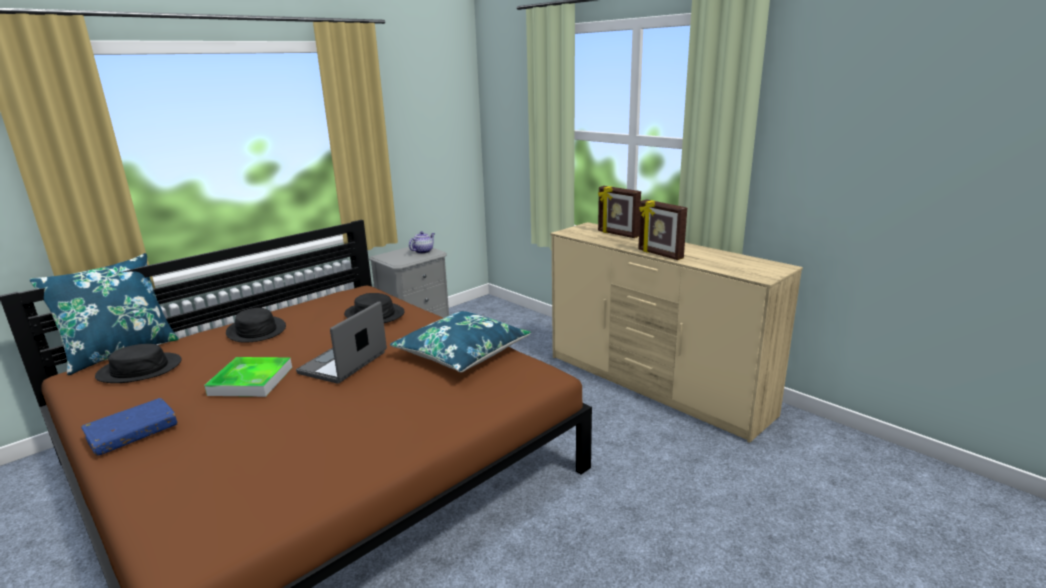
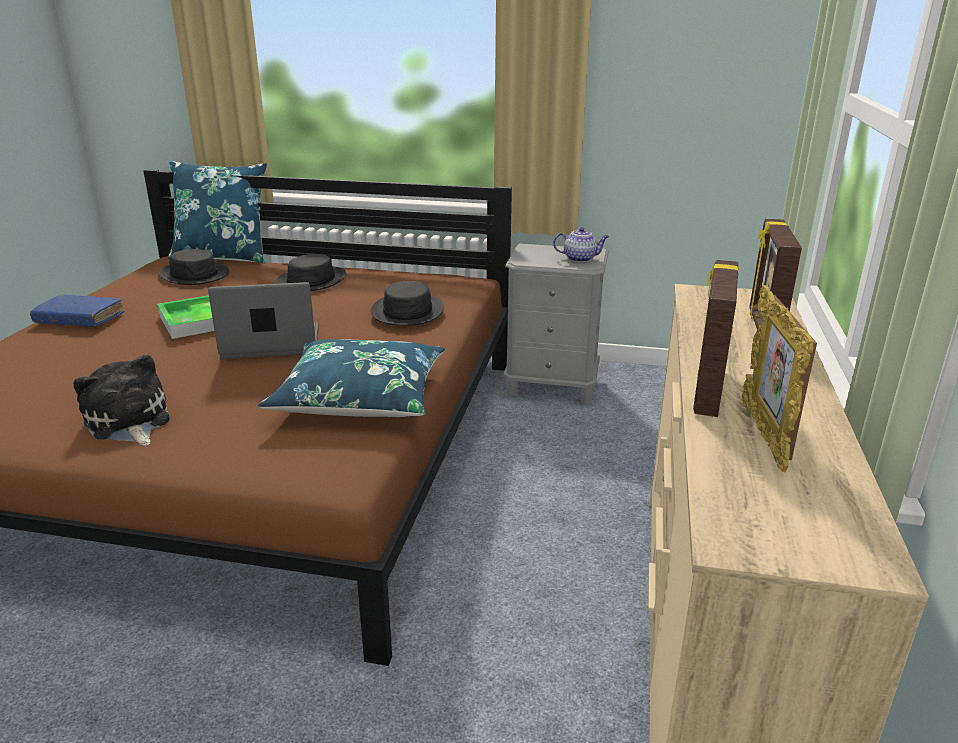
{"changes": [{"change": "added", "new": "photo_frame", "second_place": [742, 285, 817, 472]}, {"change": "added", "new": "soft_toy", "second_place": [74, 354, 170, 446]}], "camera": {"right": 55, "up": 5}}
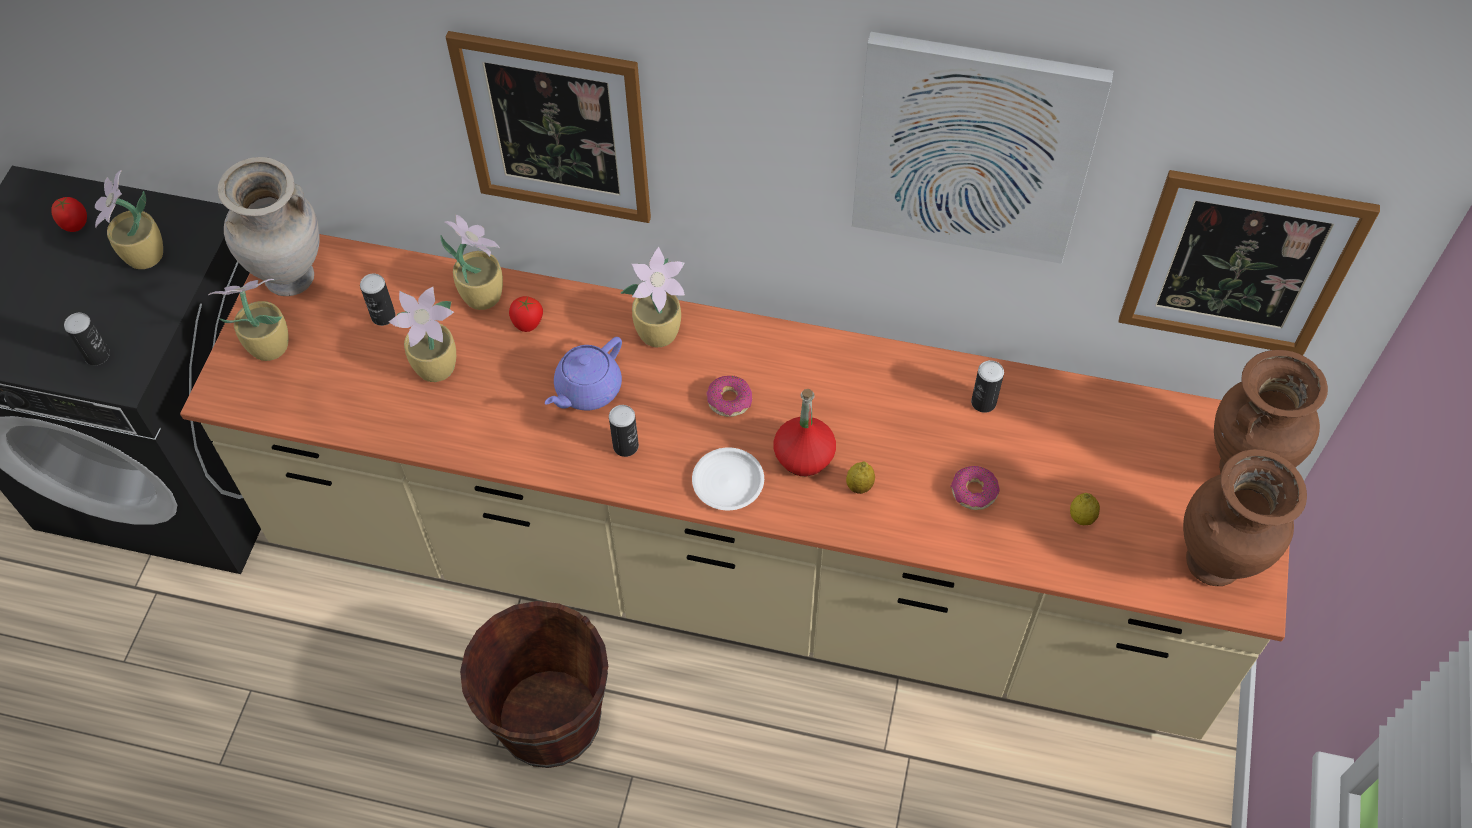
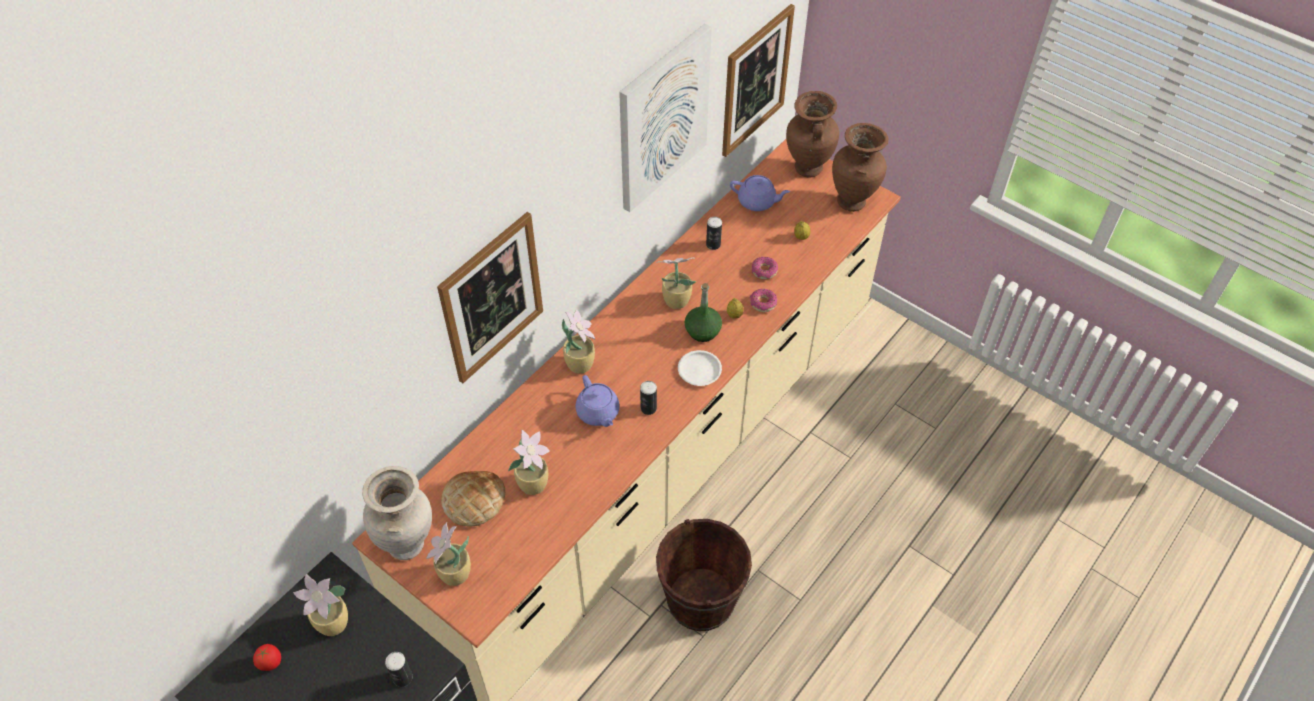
{"changes": [{"change": "moved", "old": "plant_in_a_pot", "first_place": [440, 214, 503, 310], "second_place": [656, 257, 696, 309]}, {"change": "replaced", "old": "metal_can", "new": "baked_bread", "first_place": [360, 273, 395, 326], "second_place": [441, 471, 505, 526]}, {"change": "removed", "old": "whole_tomato", "first_place": [509, 296, 543, 332]}, {"change": "moved", "old": "doughnut", "first_place": [707, 376, 752, 417], "second_place": [750, 288, 777, 312]}, {"change": "recoloured", "old": "red_bottle", "new": "green-coloured_bottle", "first_place": [774, 389, 836, 476], "second_place": [685, 283, 722, 342]}, {"change": "added", "new": "purple-coloured_teapot", "second_place": [730, 175, 790, 211]}], "camera": {"right": -65, "up": -5}}
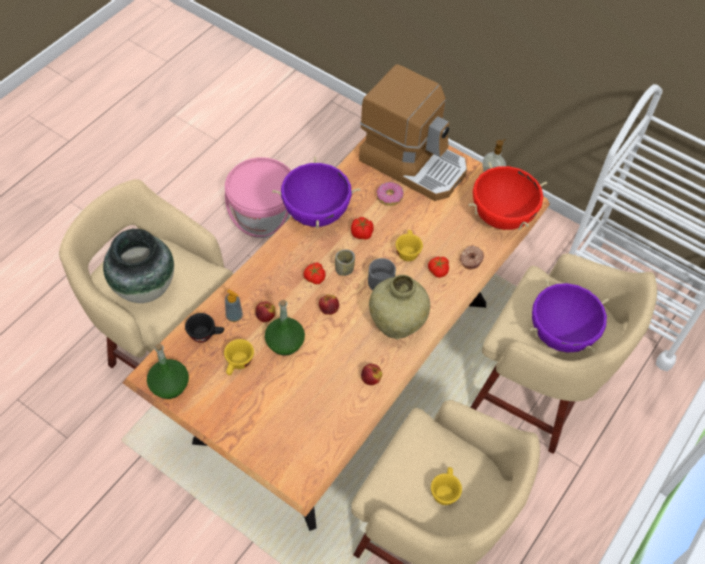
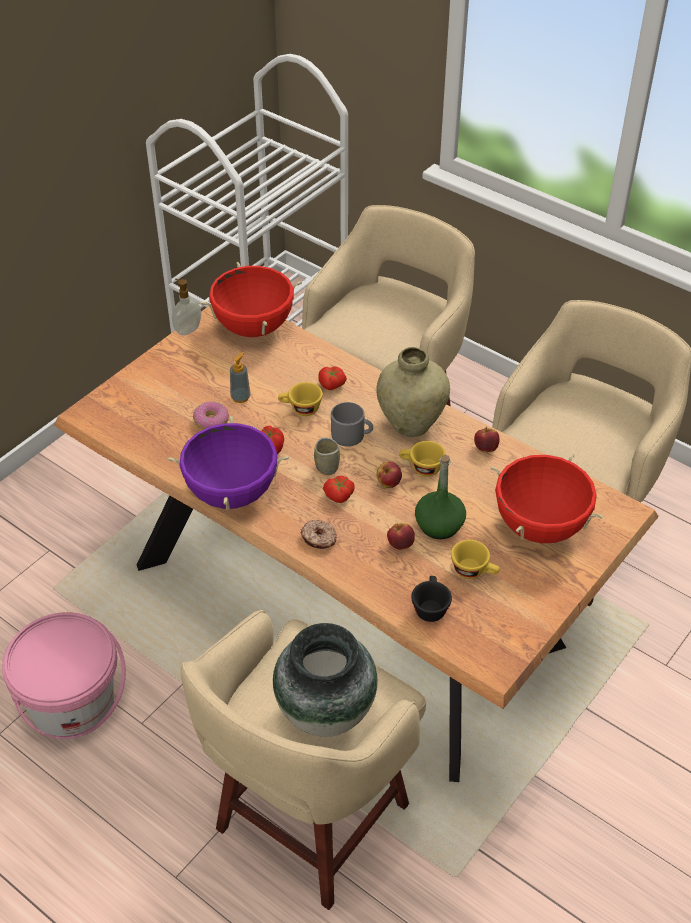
{"changes": [{"change": "removed", "old": "coffee_maker", "first_place": [359, 64, 467, 201]}, {"change": "moved", "old": "doughnut", "first_place": [460, 245, 484, 270], "second_place": [301, 520, 337, 549]}, {"change": "removed", "old": "purple-coloured_saucepot", "first_place": [529, 279, 609, 353]}, {"change": "moved", "old": "soap_dispenser", "first_place": [225, 289, 243, 322], "second_place": [230, 352, 251, 403]}, {"change": "removed", "old": "green-coloured_bottle", "first_place": [147, 344, 189, 399]}, {"change": "moved", "old": "yellow_small_cup", "first_place": [431, 467, 462, 505], "second_place": [399, 441, 446, 477]}, {"change": "added", "new": "red_saucepot", "second_place": [490, 454, 604, 543]}], "camera": {"right": -85, "up": -10}}
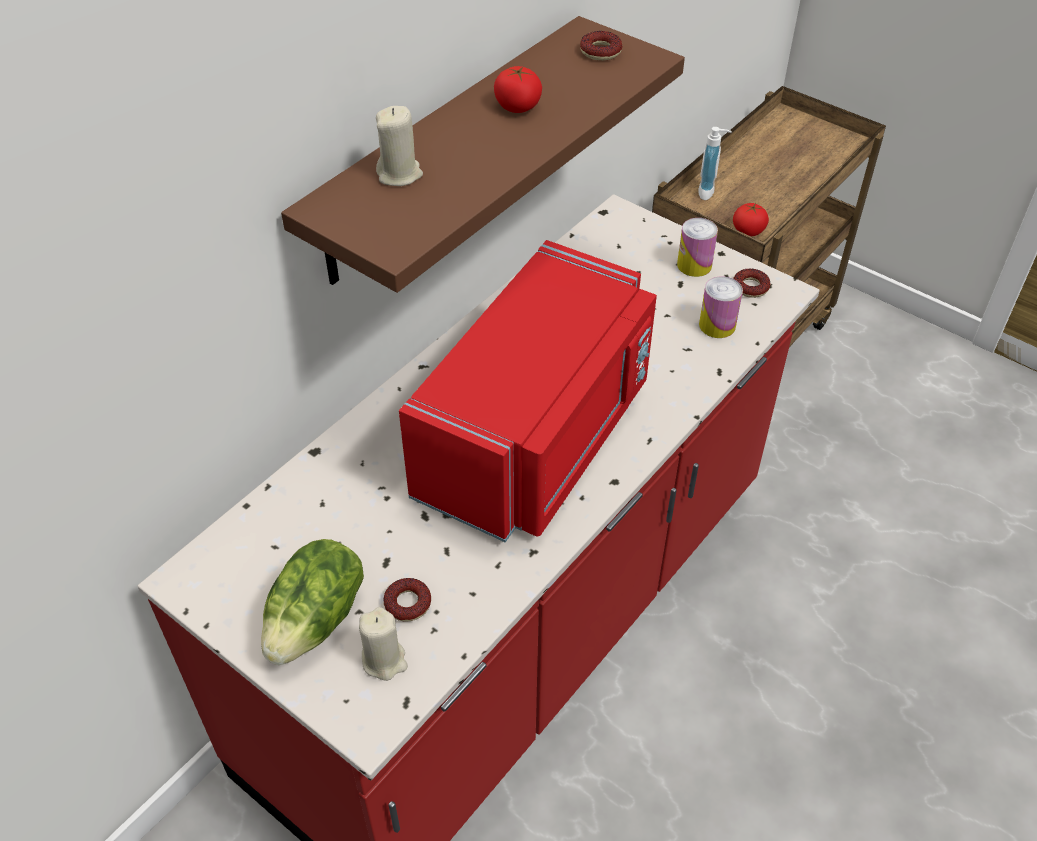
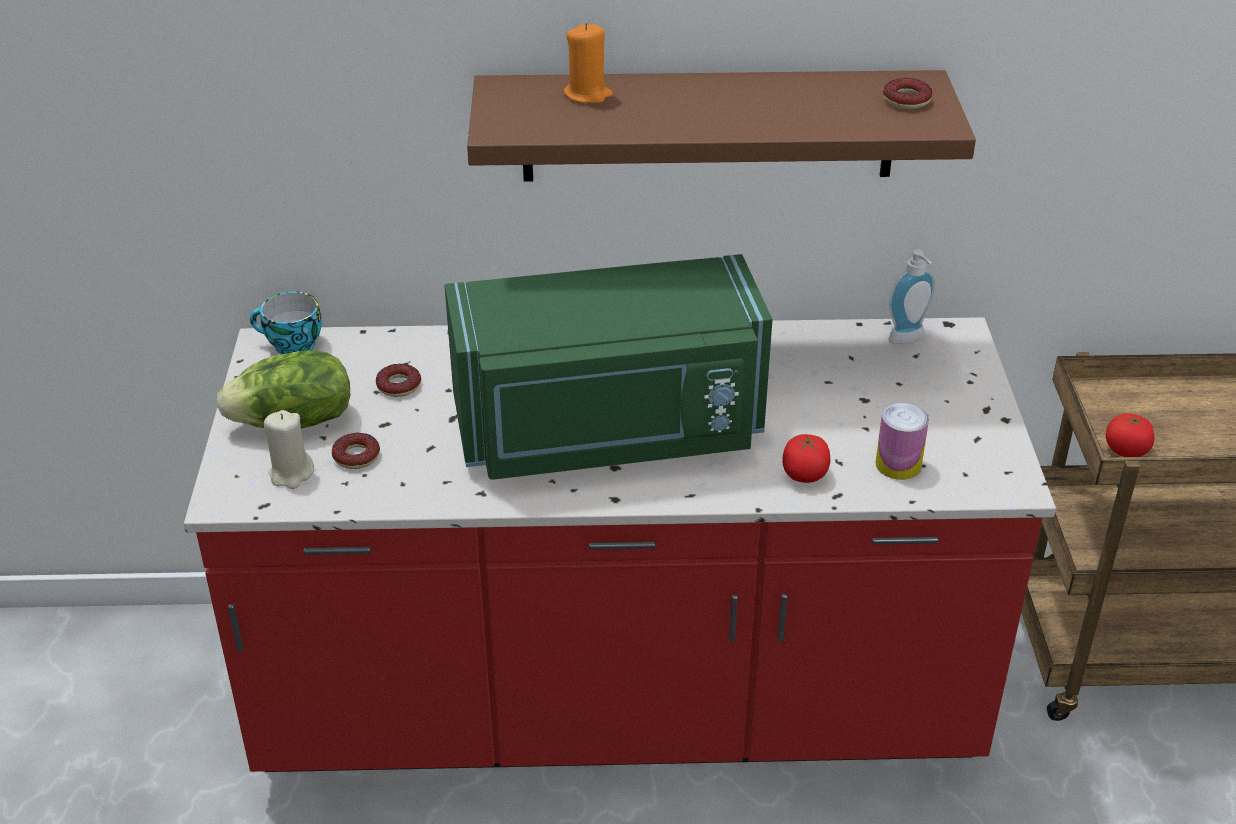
{"changes": [{"change": "moved", "old": "whole_tomato", "first_place": [494, 66, 542, 113], "second_place": [782, 434, 830, 483]}, {"change": "recoloured", "old": "beige_wax_candle", "new": "orangey_wax_candle", "first_place": [376, 106, 423, 186], "second_place": [564, 23, 613, 104]}, {"change": "moved", "old": "soap_dispenser", "first_place": [698, 127, 732, 200], "second_place": [888, 249, 935, 344]}, {"change": "removed", "old": "metal_can", "first_place": [677, 218, 718, 277]}, {"change": "recoloured", "old": "red_kitchen_microwave", "new": "green-coloured_kitchen_microwave", "first_place": [399, 240, 657, 542], "second_place": [444, 254, 773, 480]}, {"change": "moved", "old": "doughnut", "first_place": [733, 268, 770, 298], "second_place": [376, 364, 421, 397]}, {"change": "added", "new": "small_cup", "second_place": [250, 291, 322, 354]}], "camera": {"right": 50, "up": -10}}
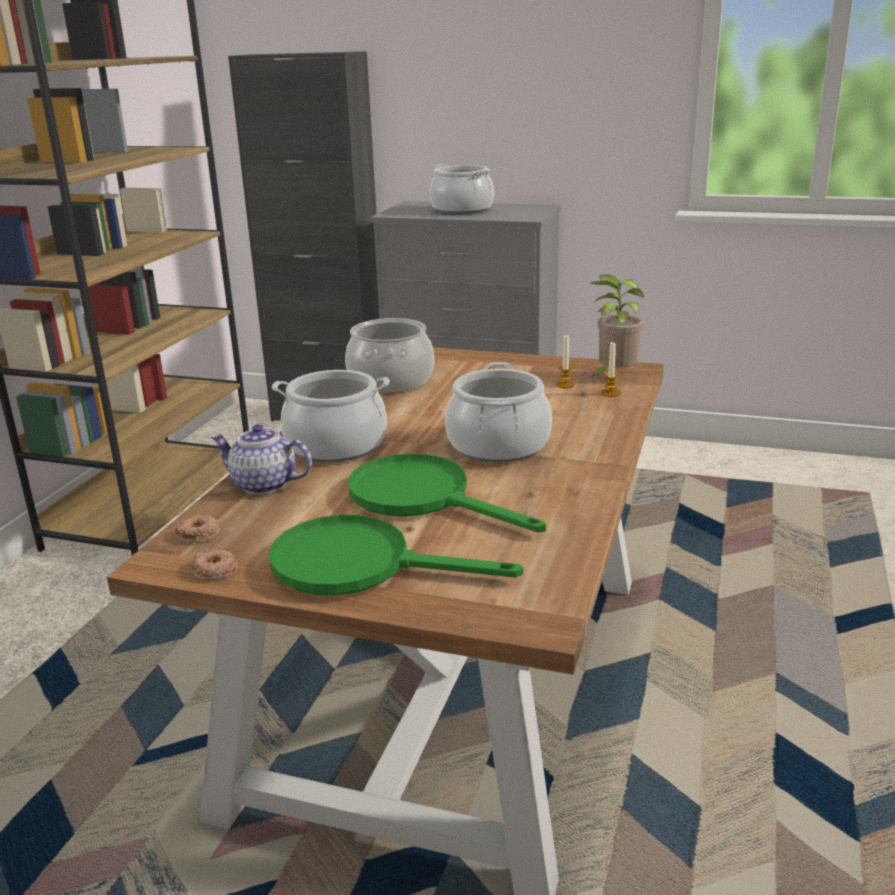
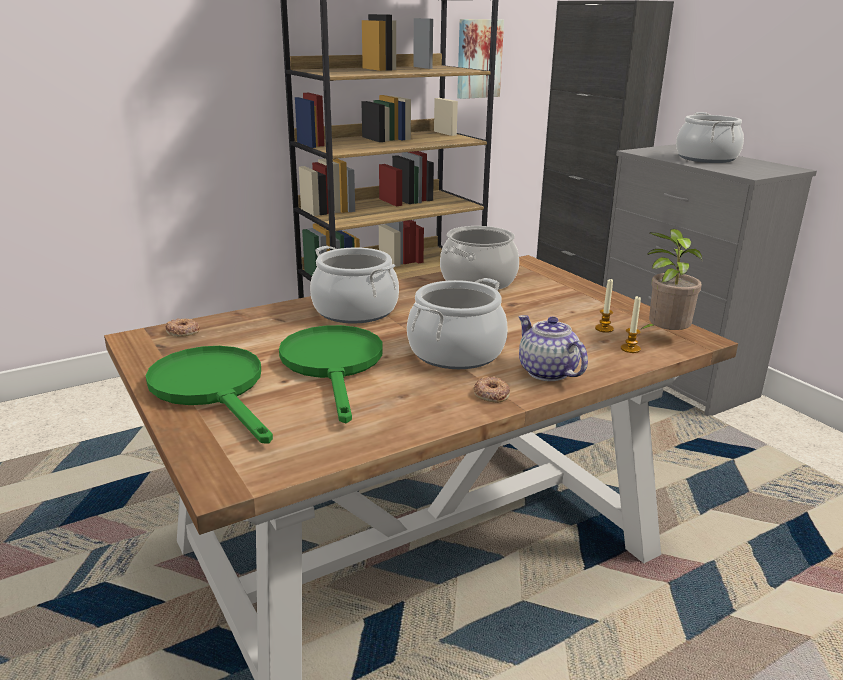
{"changes": [{"change": "moved", "old": "teapot", "first_place": [210, 424, 312, 495], "second_place": [518, 315, 588, 381]}, {"change": "moved", "old": "doughnut", "first_place": [192, 548, 237, 580], "second_place": [473, 376, 510, 403]}, {"change": "added", "new": "wall_picture", "second_place": [457, 19, 504, 99]}], "camera": {"right": 40, "up": 0}}
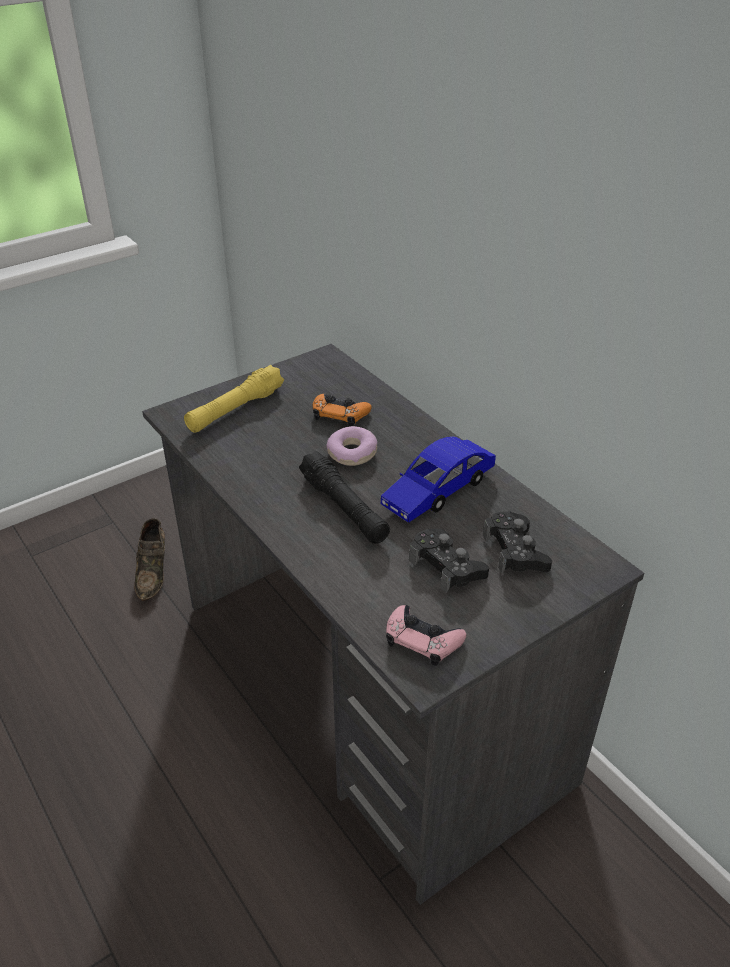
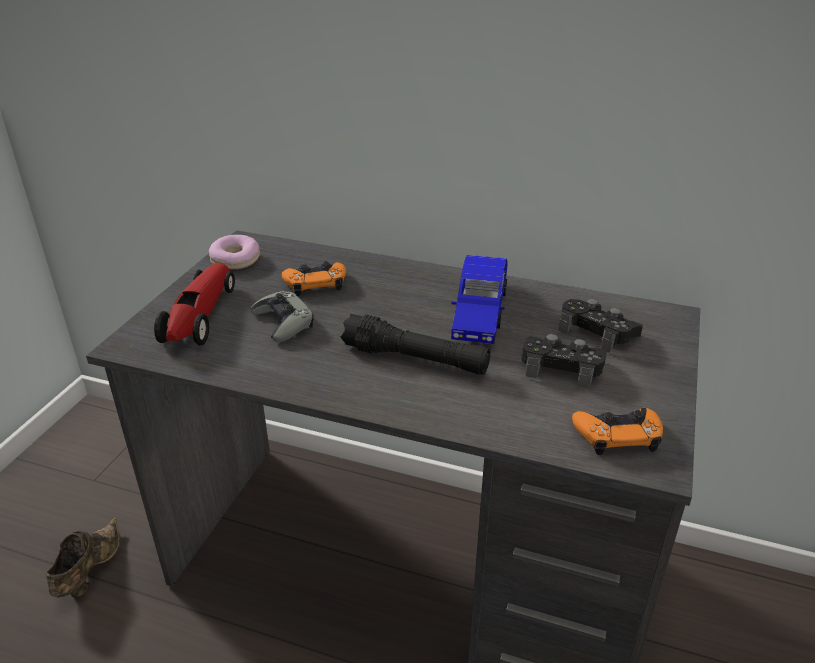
{"changes": [{"change": "replaced", "old": "yellow_hand_torch", "new": "miniature_car", "first_place": [184, 365, 284, 433], "second_place": [154, 263, 235, 345]}, {"change": "moved", "old": "doughnut", "first_place": [326, 426, 377, 466], "second_place": [209, 235, 260, 269]}, {"change": "turned", "old": "brown-coloured_shoe", "first_place": [134, 518, 165, 601], "second_place": [45, 518, 120, 598], "degrees": -135}, {"change": "recoloured", "old": "pink-coloured_game_controller", "new": "orangey_game_controller", "first_place": [386, 605, 466, 666], "second_place": [572, 408, 663, 455]}, {"change": "added", "new": "grey_game_controller", "second_place": [250, 291, 313, 342]}], "camera": {"right": -35, "up": -5}}
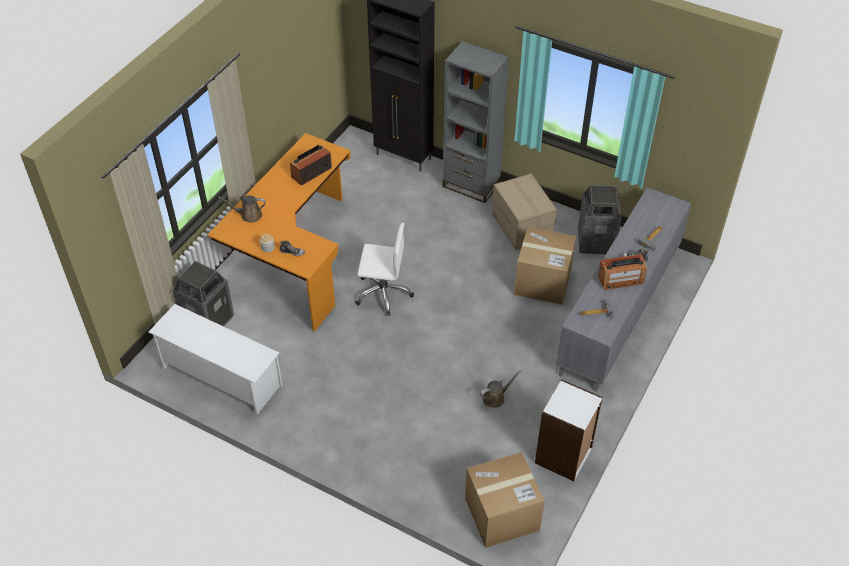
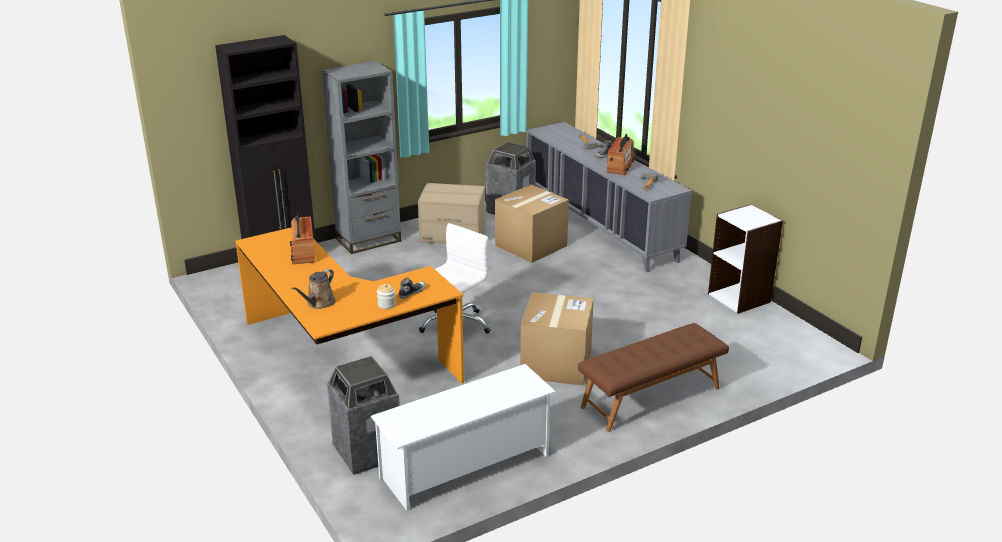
{"changes": [{"change": "removed", "old": "brown-coloured_sprinkling_can", "first_place": [480, 370, 522, 408]}, {"change": "moved", "old": "cardboard_box", "first_place": [465, 452, 545, 548], "second_place": [520, 292, 594, 386]}, {"change": "added", "new": "brown-coloured_long_seat", "second_place": [578, 323, 729, 432]}], "camera": {"right": -60, "up": -20}}
